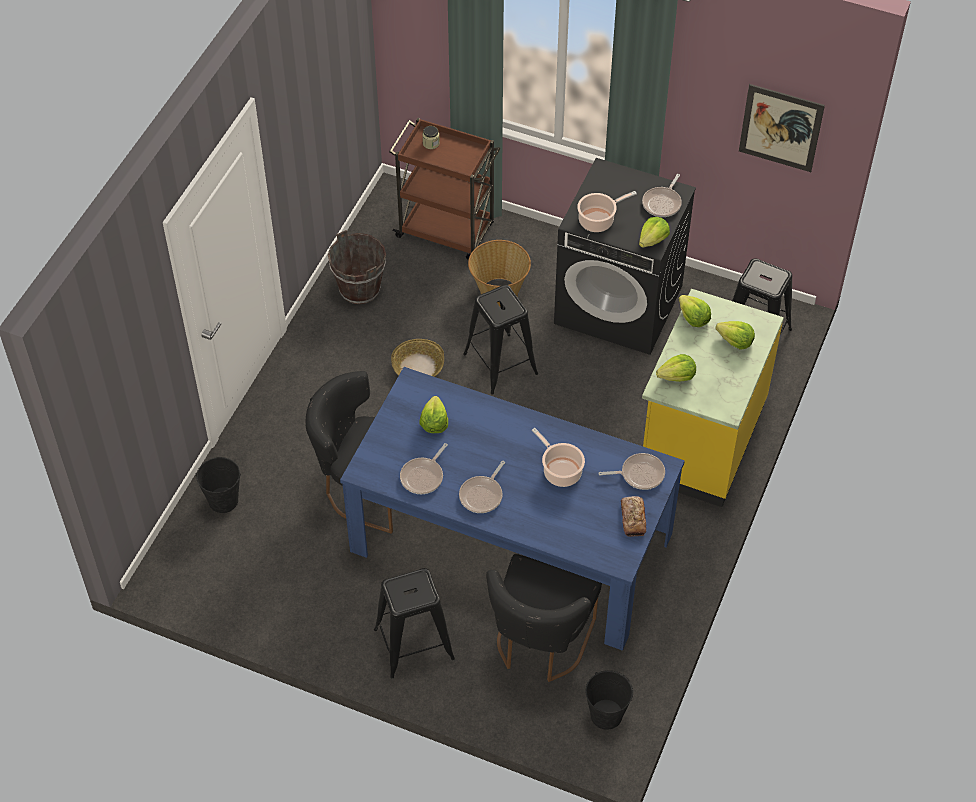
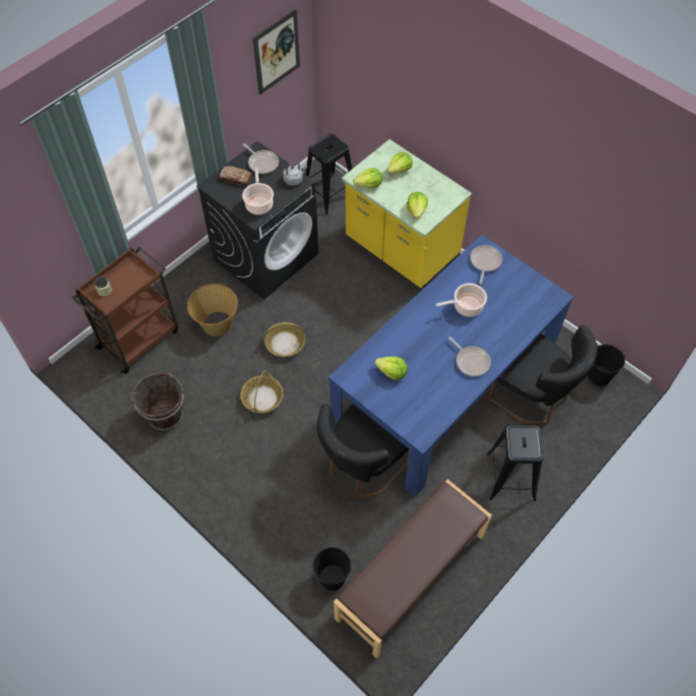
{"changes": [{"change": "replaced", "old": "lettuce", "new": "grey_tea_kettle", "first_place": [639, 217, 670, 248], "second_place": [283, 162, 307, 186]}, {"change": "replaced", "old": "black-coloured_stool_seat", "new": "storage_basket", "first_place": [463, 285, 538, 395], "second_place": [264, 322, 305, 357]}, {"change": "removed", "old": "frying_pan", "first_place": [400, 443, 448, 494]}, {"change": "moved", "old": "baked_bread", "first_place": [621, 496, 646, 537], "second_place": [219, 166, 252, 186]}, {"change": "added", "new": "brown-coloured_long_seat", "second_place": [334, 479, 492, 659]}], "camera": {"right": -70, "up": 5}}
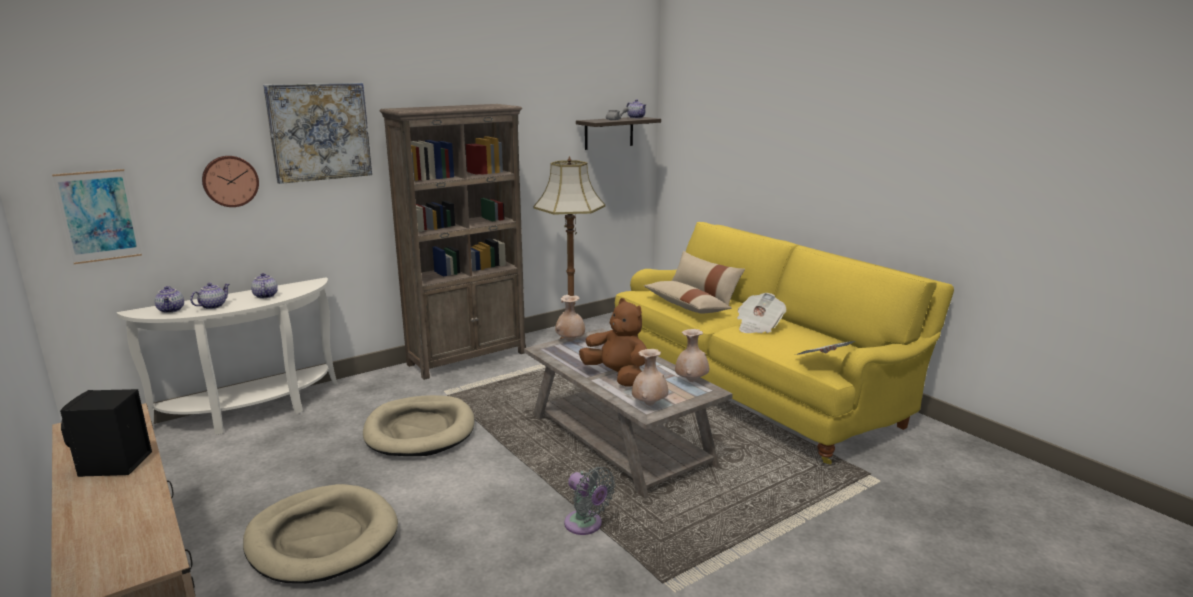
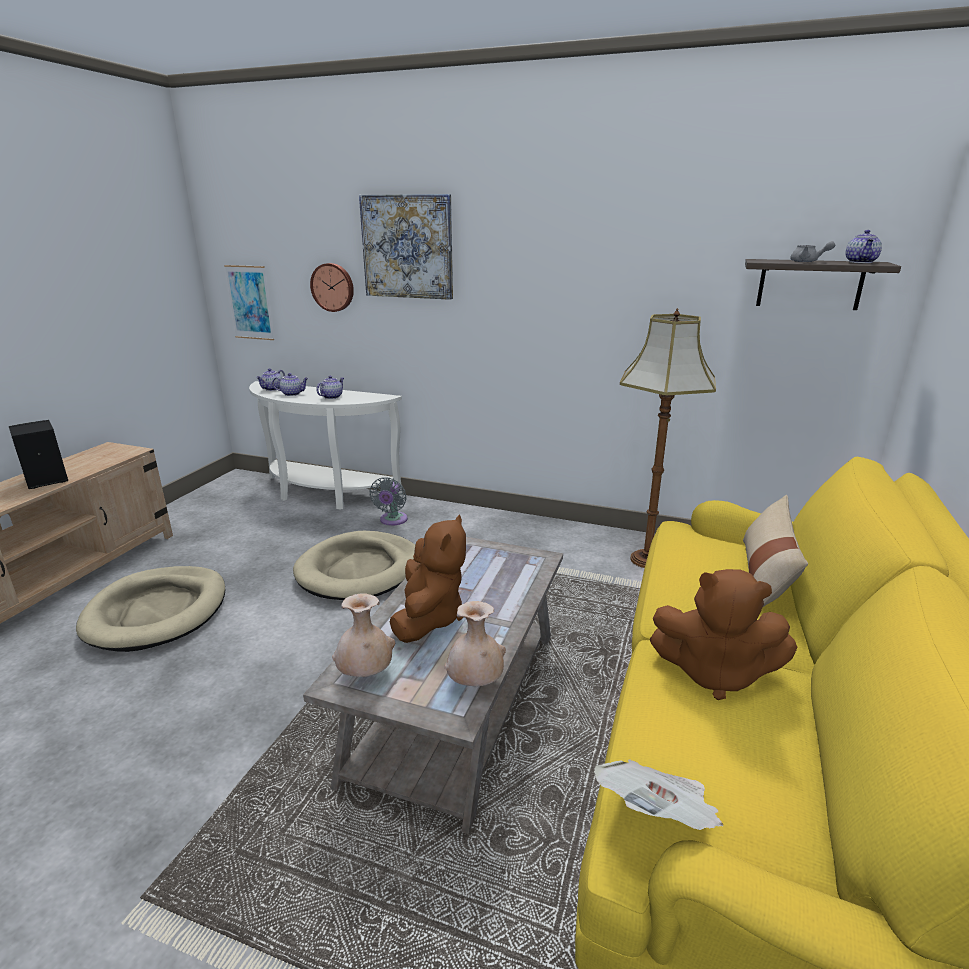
{"changes": [{"change": "removed", "old": "brown-coloured_bookshelf", "first_place": [380, 104, 526, 380]}, {"change": "removed", "old": "beige_pillow", "first_place": [644, 281, 732, 314]}, {"change": "replaced", "old": "daily_paper", "new": "brown-coloured_soft_toy", "first_place": [737, 293, 787, 333], "second_place": [650, 569, 798, 700]}, {"change": "removed", "old": "beige_vase", "first_place": [555, 295, 585, 341]}, {"change": "moved", "old": "grey_fan", "first_place": [564, 467, 615, 535], "second_place": [369, 477, 408, 526]}], "camera": {"right": 55, "up": 5}}
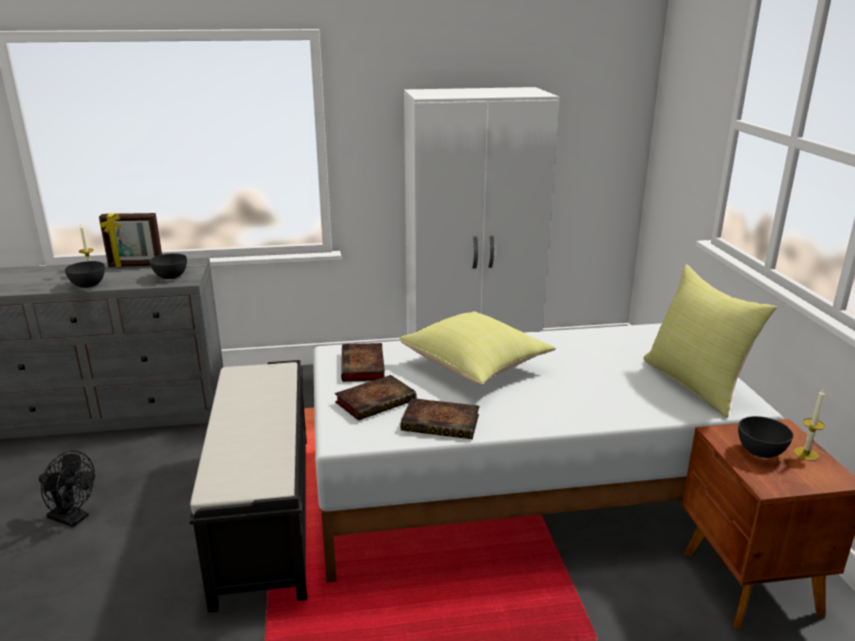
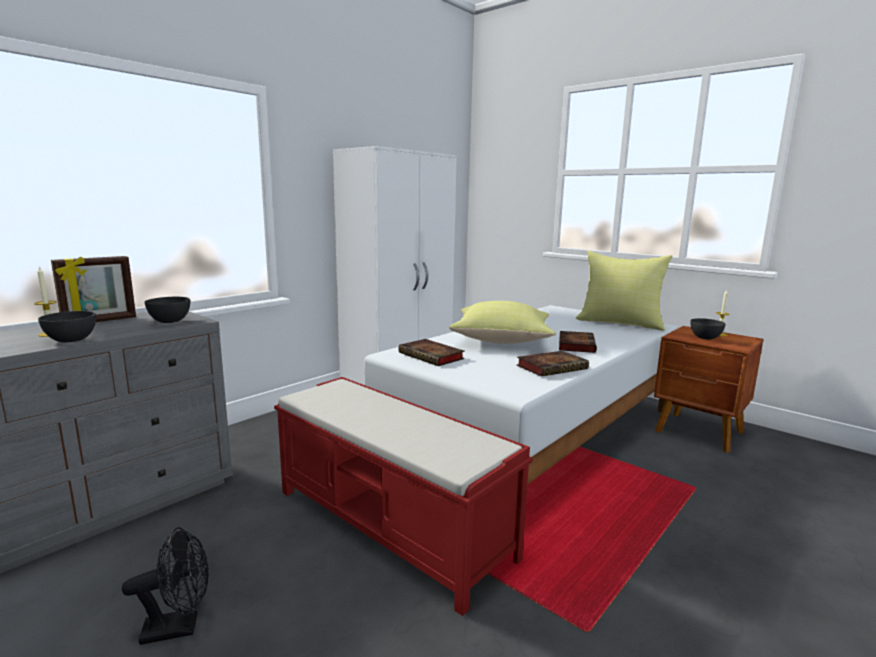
{"changes": [{"change": "recoloured", "old": "black-coloured_long_seat", "new": "red_long_seat", "first_place": [189, 360, 307, 613], "second_place": [274, 377, 533, 616]}, {"change": "moved", "old": "book", "first_place": [335, 375, 416, 421], "second_place": [559, 331, 597, 353]}], "camera": {"right": -40, "up": -10}}
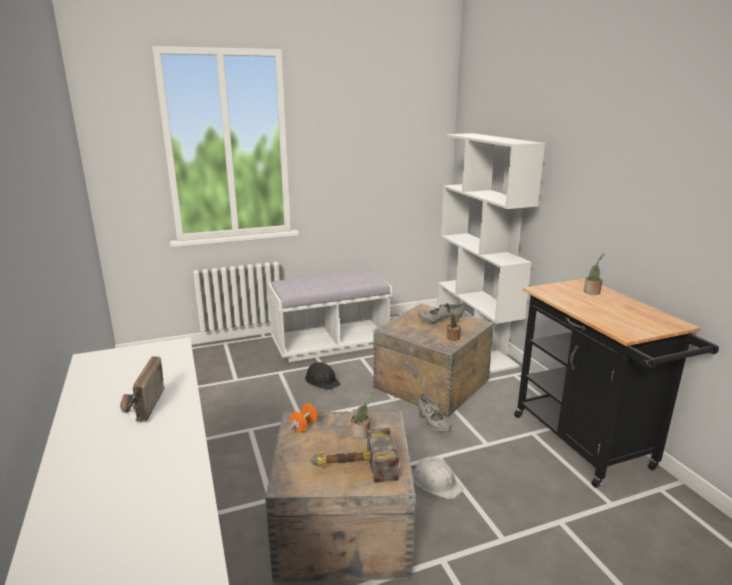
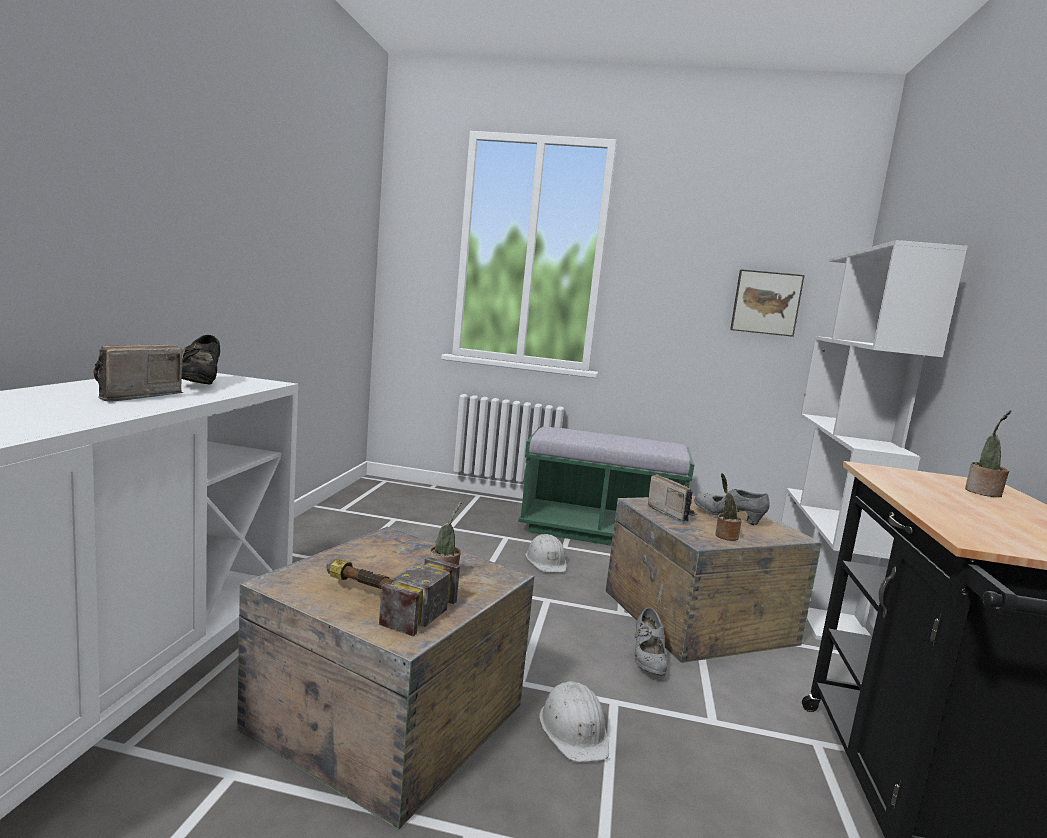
{"changes": [{"change": "recoloured", "old": "white-coloured_long_seat", "new": "green-coloured_long_seat", "first_place": [268, 270, 392, 362], "second_place": [518, 426, 694, 546]}, {"change": "recoloured", "old": "black-coloured_safety_helmet", "new": "white-coloured_safety_helmet", "first_place": [305, 362, 340, 390], "second_place": [526, 534, 567, 573]}, {"change": "removed", "old": "orangey_dumbbell", "first_place": [288, 404, 319, 432]}, {"change": "added", "new": "wall_picture", "second_place": [730, 269, 805, 337]}, {"change": "added", "new": "black-coloured_shoe", "second_place": [182, 335, 220, 384]}, {"change": "added", "new": "radio_receiver", "second_place": [648, 474, 697, 523]}], "camera": {"right": 30, "up": -10}}
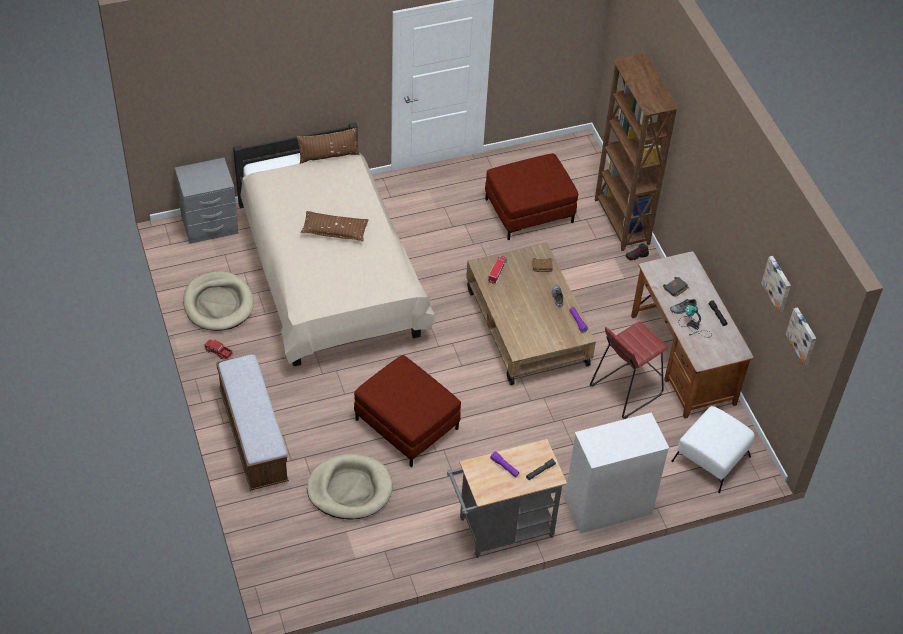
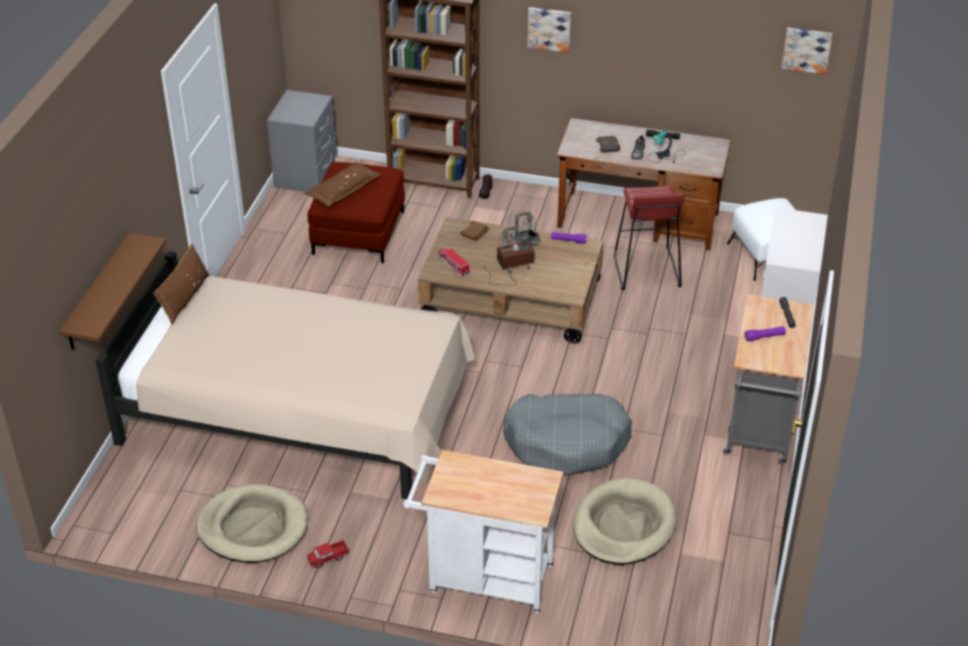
{"changes": [{"change": "moved", "old": "grey_bedside_table", "first_place": [175, 158, 238, 244], "second_place": [267, 90, 337, 192]}, {"change": "moved", "old": "brown-coloured_pillow", "first_place": [300, 211, 368, 242], "second_place": [304, 162, 381, 207]}, {"change": "moved", "old": "wall_picture", "first_place": [761, 256, 791, 313], "second_place": [527, 7, 572, 53]}, {"change": "replaced", "old": "long_seat", "new": "white-coloured_wheeled_cart", "first_place": [216, 354, 289, 491], "second_place": [403, 450, 563, 614]}, {"change": "replaced", "old": "red_footrest", "new": "grey_pet_bed", "first_place": [354, 355, 461, 467], "second_place": [503, 394, 632, 475]}, {"change": "added", "new": "tabletop_lamp", "second_place": [483, 211, 536, 286]}, {"change": "added", "new": "brown-coloured_bracket_shelf", "second_place": [59, 233, 166, 350]}], "camera": {"right": -55, "up": -10}}
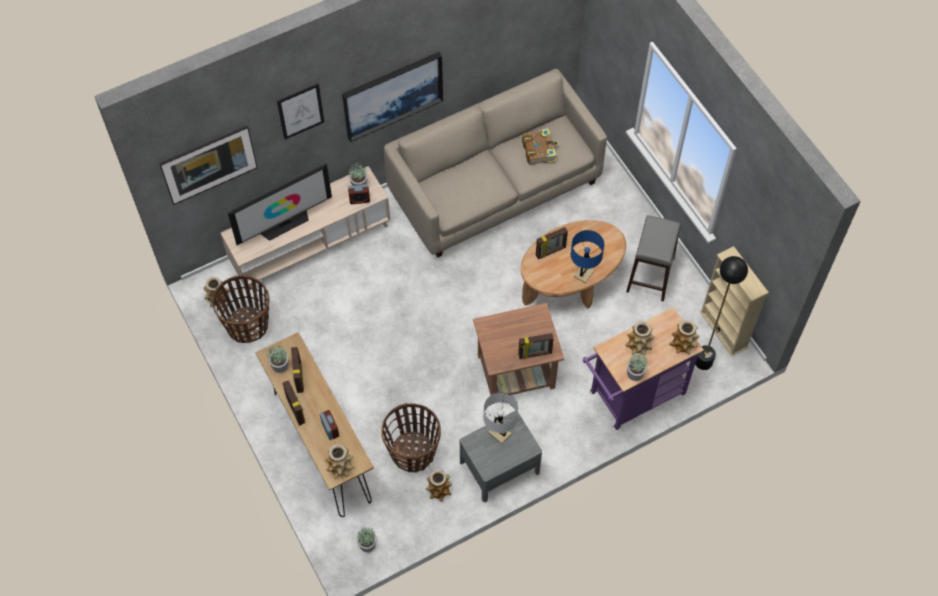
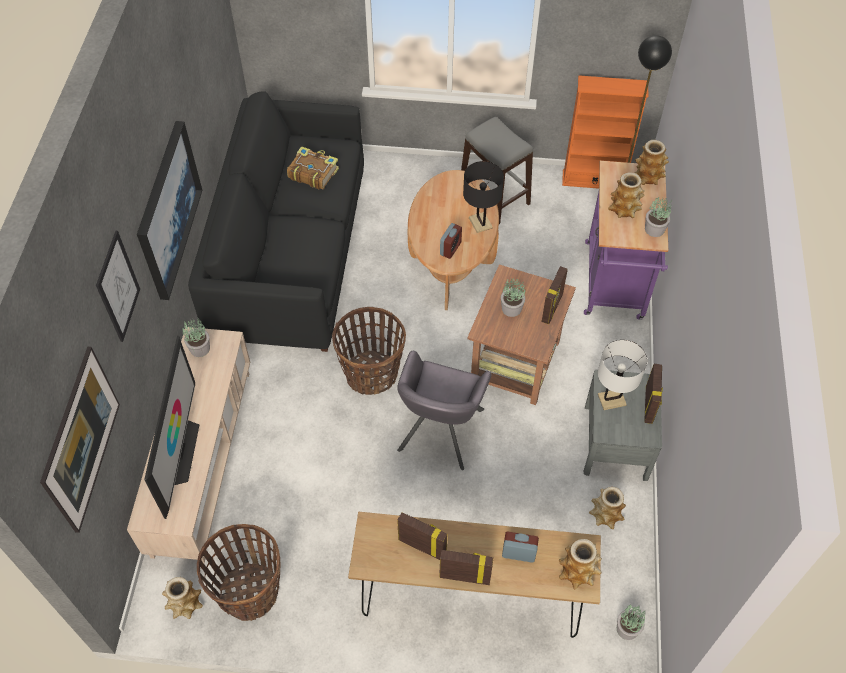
{"changes": [{"change": "recoloured", "old": "beige_couch", "new": "black-coloured_couch", "first_place": [384, 69, 607, 258], "second_place": [188, 91, 364, 352]}, {"change": "moved", "old": "bedside_clock", "first_place": [348, 184, 370, 204], "second_place": [440, 223, 462, 259]}, {"change": "moved", "old": "photo_frame", "first_place": [536, 227, 568, 259], "second_place": [644, 364, 663, 424]}, {"change": "recoloured", "old": "bluish_tabletop_lamp", "new": "black-coloured_tabletop_lamp", "first_place": [571, 230, 604, 283], "second_place": [463, 161, 504, 233]}, {"change": "recoloured", "old": "beige_bookshelf", "new": "orangey_bookshelf", "first_place": [700, 246, 769, 356], "second_place": [562, 75, 649, 189]}, {"change": "moved", "old": "plant_in_a_pot", "first_place": [268, 344, 289, 373], "second_place": [501, 279, 526, 317]}, {"change": "moved", "old": "storage_basket", "first_place": [381, 403, 441, 473], "second_place": [332, 307, 406, 395]}, {"change": "added", "new": "grey_armchair", "second_place": [397, 351, 492, 470]}], "camera": {"right": -55, "up": -5}}
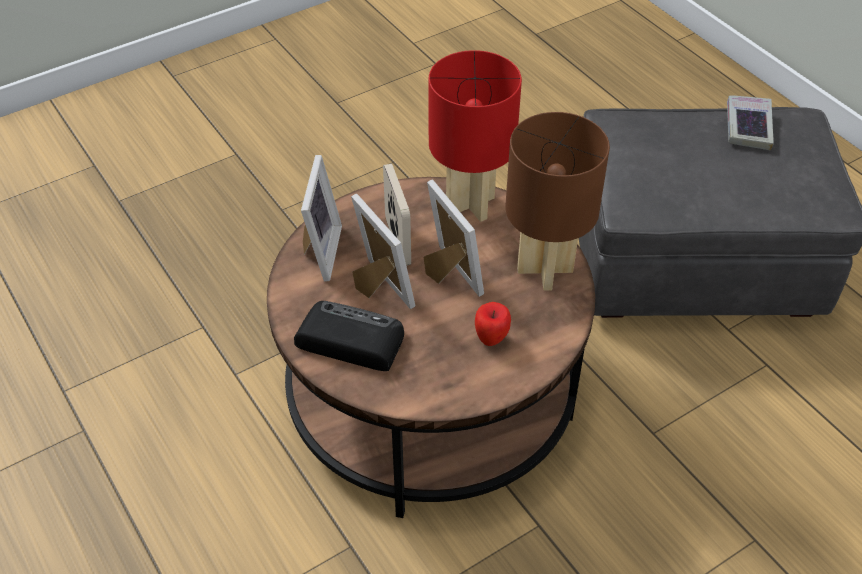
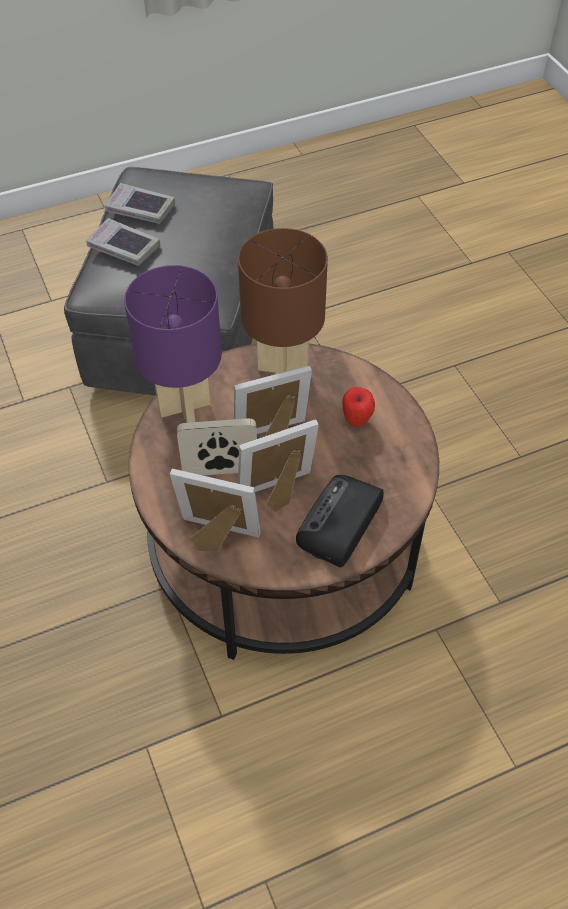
{"changes": [{"change": "recoloured", "old": "red_tabletop_lamp", "new": "purple-coloured_tabletop_lamp", "first_place": [429, 50, 522, 222], "second_place": [124, 265, 222, 423]}, {"change": "added", "new": "book", "second_place": [86, 218, 160, 266]}], "camera": {"right": -80, "up": 5}}
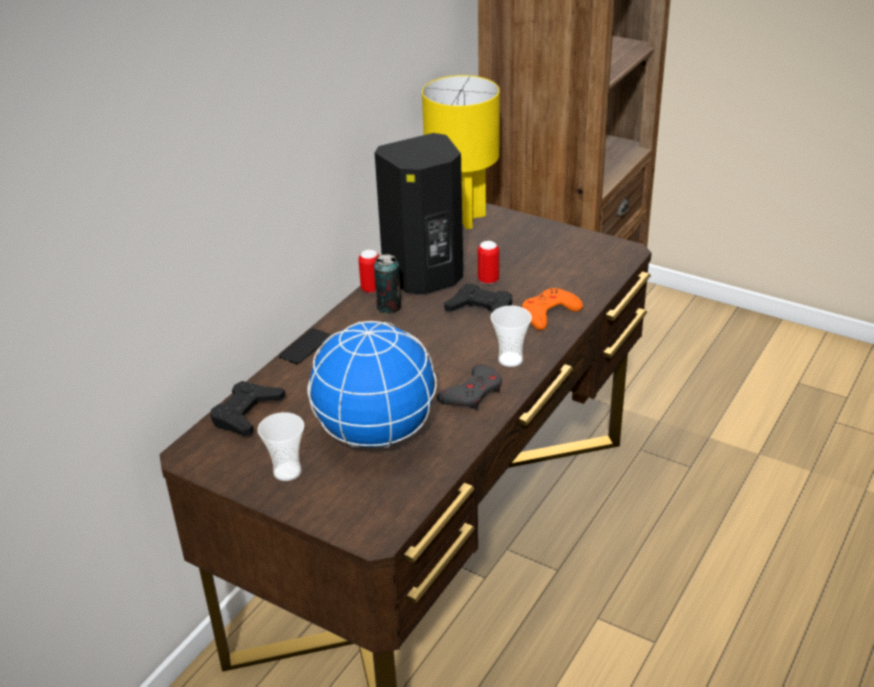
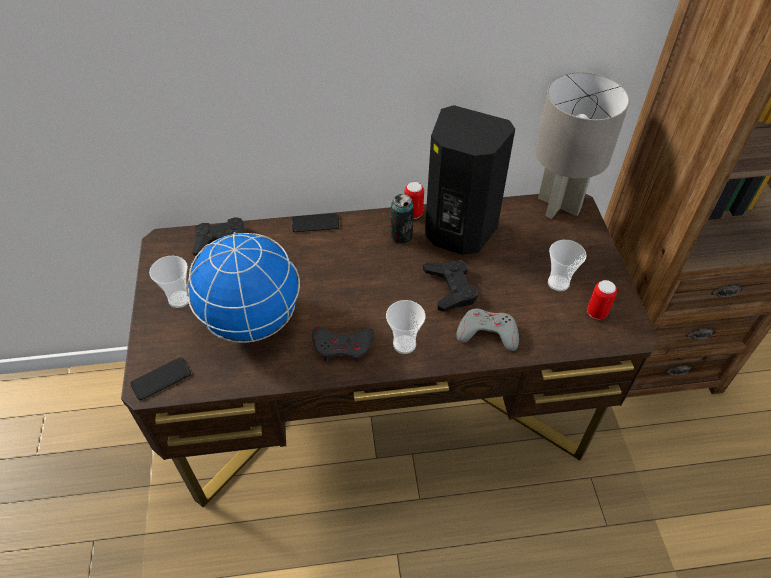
{"changes": [{"change": "recoloured", "old": "yellow_tabletop_lamp", "new": "grey_tabletop_lamp", "first_place": [422, 75, 500, 229], "second_place": [535, 72, 630, 219]}, {"change": "moved", "old": "metal_can", "first_place": [478, 241, 499, 284], "second_place": [587, 280, 617, 319]}, {"change": "recoloured", "old": "orangey_game_controller", "new": "grey_game_controller", "first_place": [522, 288, 583, 330], "second_place": [456, 308, 519, 351]}, {"change": "added", "new": "small_cup", "second_place": [548, 240, 587, 291]}, {"change": "added", "new": "phone", "second_place": [131, 357, 191, 400]}], "camera": {"right": 50, "up": 15}}
